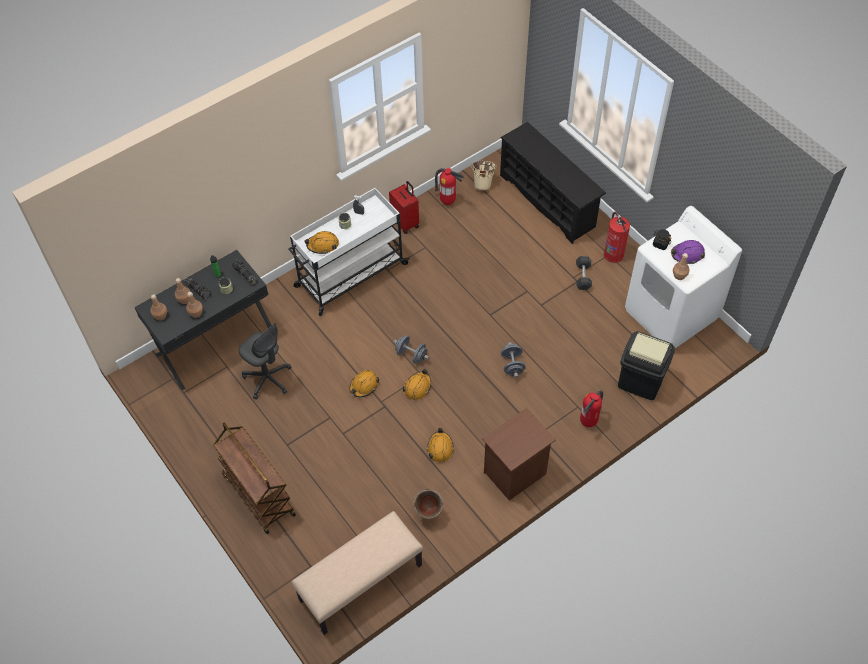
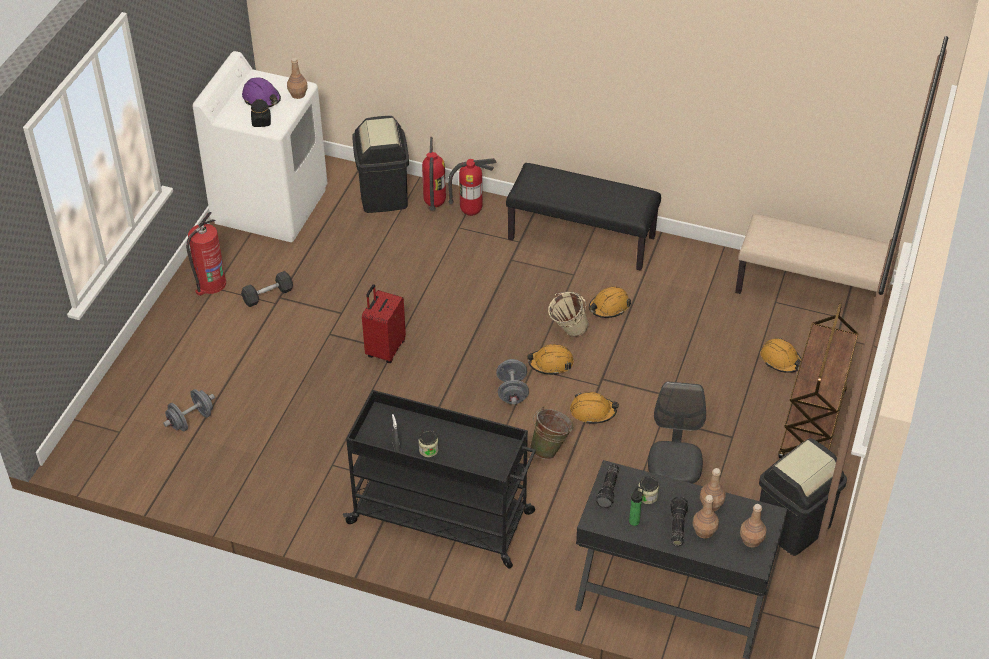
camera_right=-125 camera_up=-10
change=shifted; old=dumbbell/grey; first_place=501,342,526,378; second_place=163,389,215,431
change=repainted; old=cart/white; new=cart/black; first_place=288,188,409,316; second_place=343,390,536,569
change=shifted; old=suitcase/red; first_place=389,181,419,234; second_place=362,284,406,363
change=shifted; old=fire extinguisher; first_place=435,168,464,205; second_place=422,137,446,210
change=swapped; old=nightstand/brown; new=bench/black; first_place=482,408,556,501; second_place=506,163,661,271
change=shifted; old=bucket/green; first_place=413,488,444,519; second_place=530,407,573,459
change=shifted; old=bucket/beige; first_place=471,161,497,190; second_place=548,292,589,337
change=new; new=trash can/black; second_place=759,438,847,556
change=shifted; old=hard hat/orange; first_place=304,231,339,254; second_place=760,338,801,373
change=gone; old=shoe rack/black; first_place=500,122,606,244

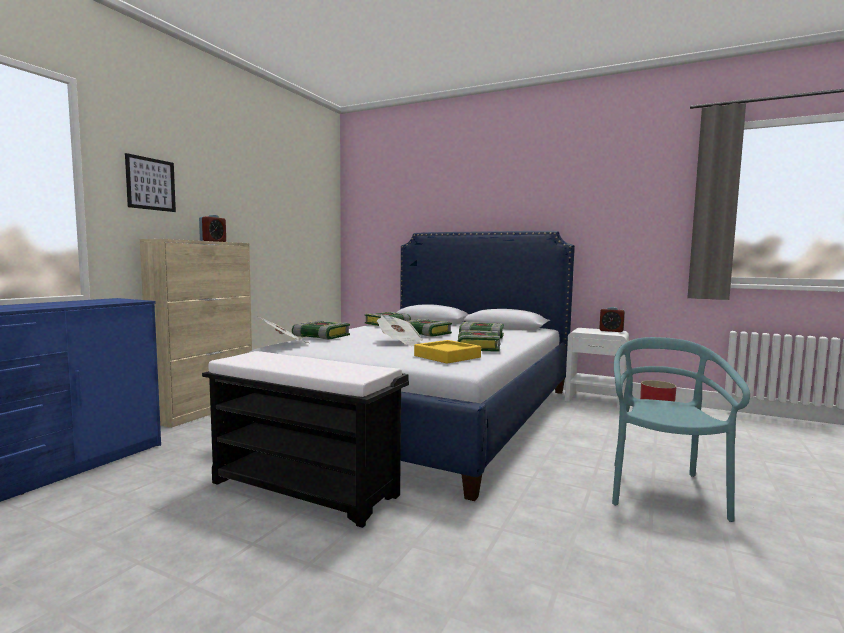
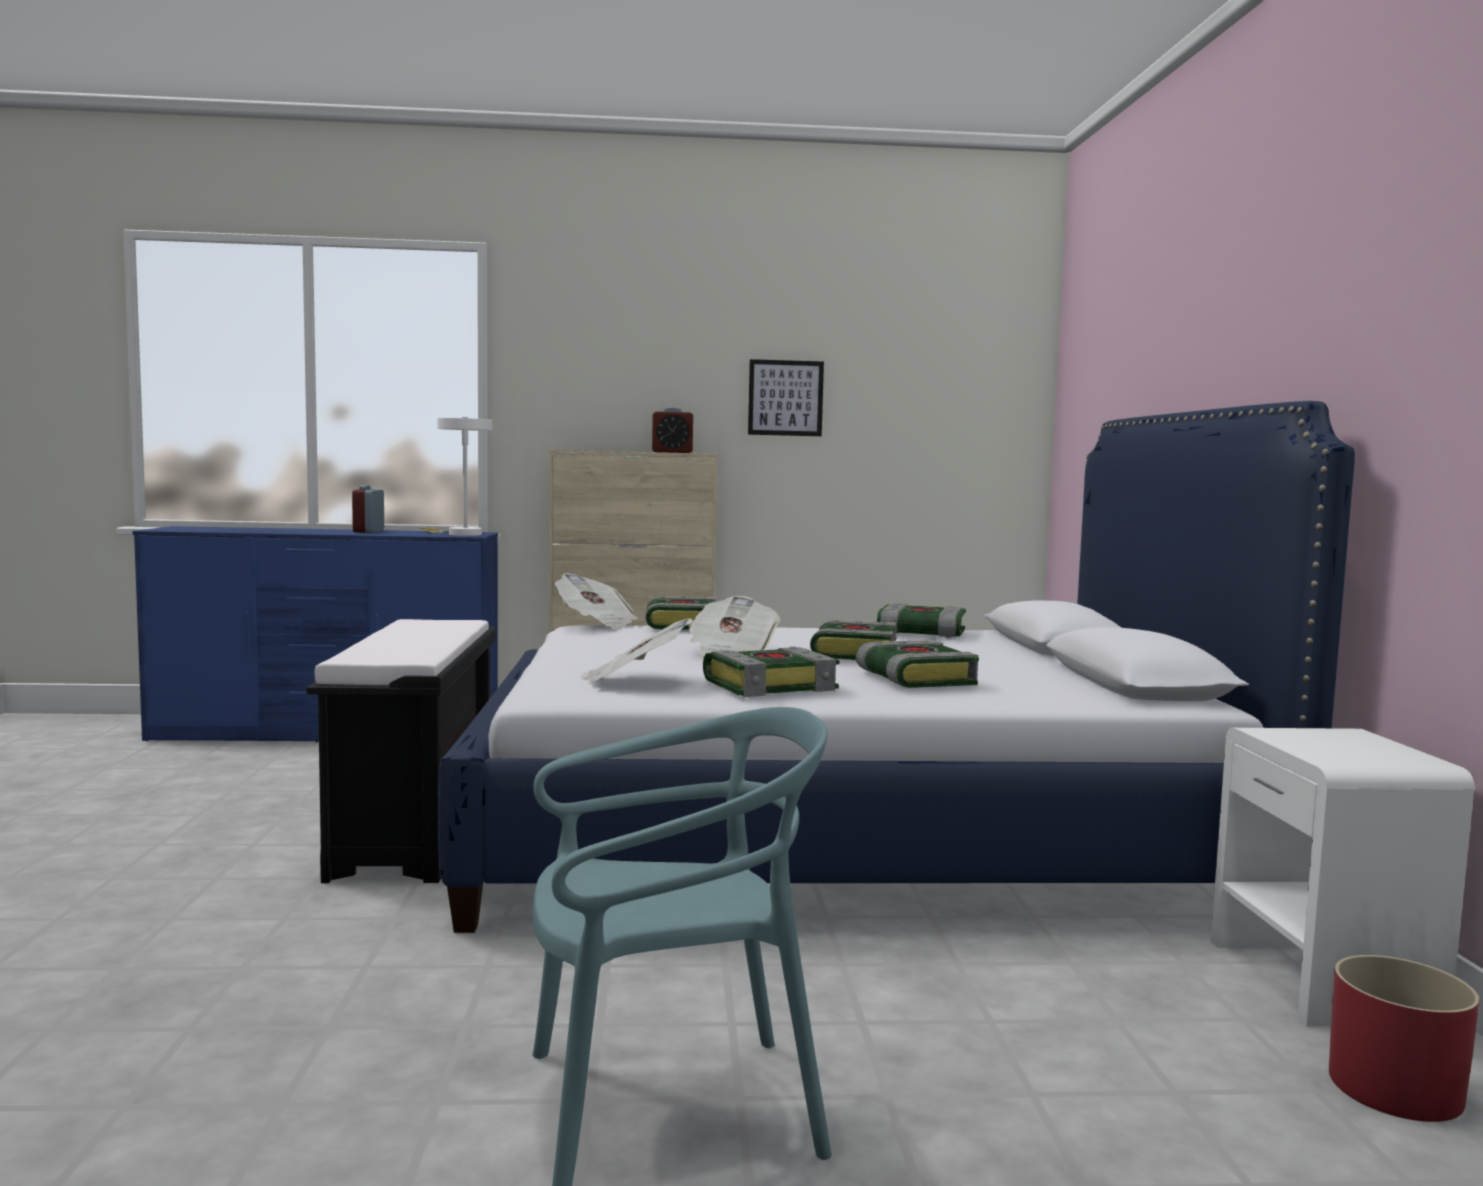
camera_right=60 camera_up=0
change=shifted; old=alarm clock; first_place=599,307,625,332; second_place=352,485,384,533
change=new; new=table lamp/white; second_place=421,417,492,536
change=swapped; old=tray/yellow; new=newspaper; first_place=414,340,481,364; second_place=580,618,693,682
change=shifted; old=picture; first_place=125,153,176,212; second_place=748,359,824,436

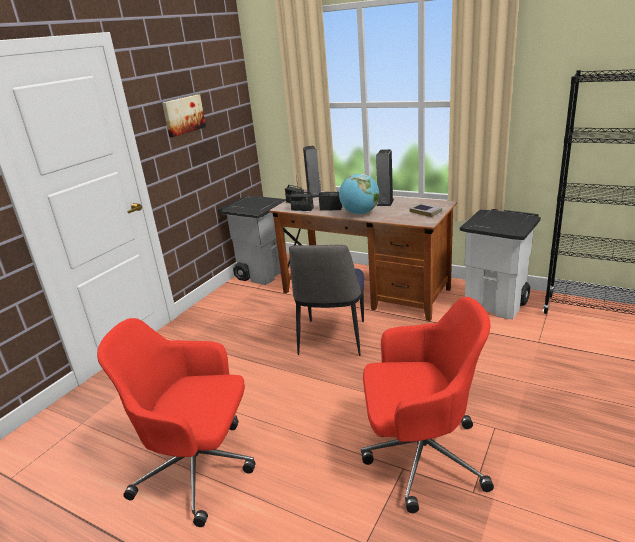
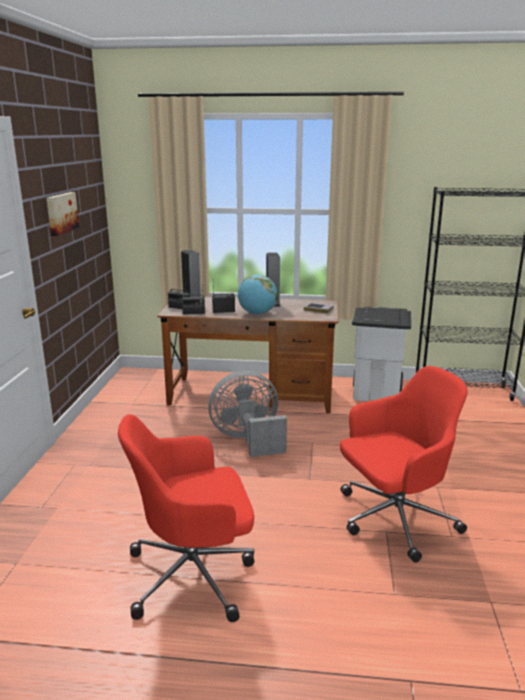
camera_right=-25 camera_up=-5
change=swapped; old=chair; new=fan/grey; first_place=289,245,364,356; second_place=208,371,287,457
change=gone; old=trash can/grey; first_place=218,196,287,285

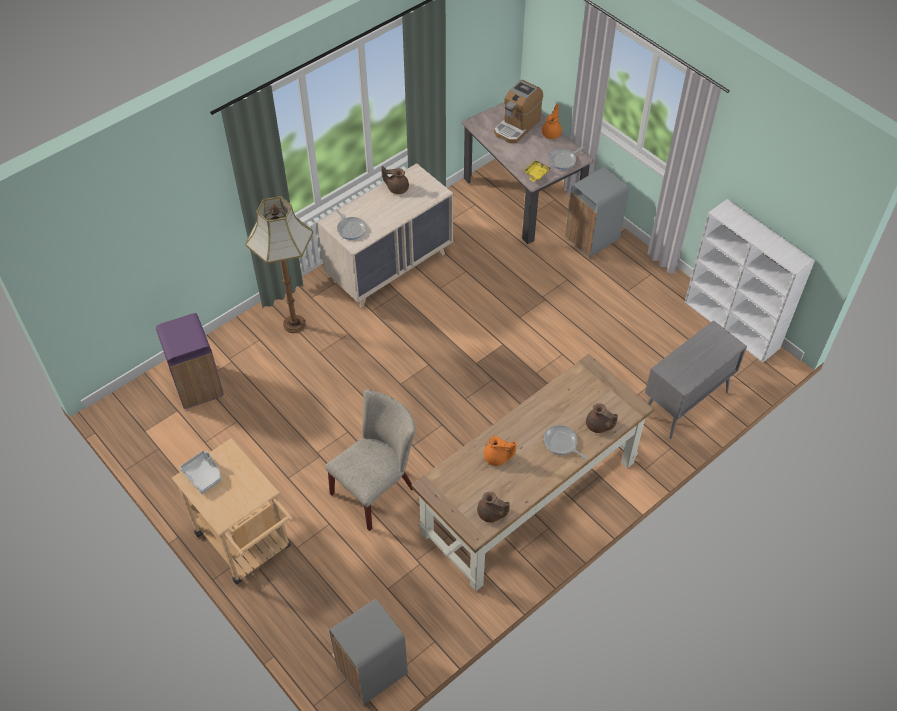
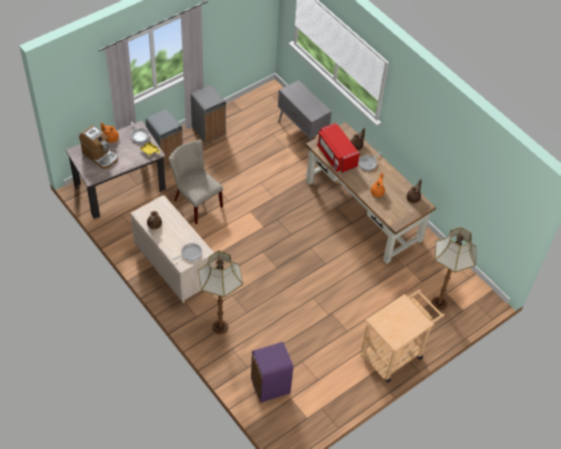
camera_right=-90 camera_up=0
change=shifted; old=chair/beige; first_place=325,389,416,531; second_place=169,140,223,224
change=shifted; old=trash can/grey; first_place=329,598,408,704; second_place=191,85,226,143
change=new; new=microwave/red; second_place=317,123,360,173
change=new; new=floor lamp; second_place=431,227,476,310
change=gone; old=tray/grey; first_place=179,451,221,494
change=gone; old=bookcase/white; first_place=685,199,815,363

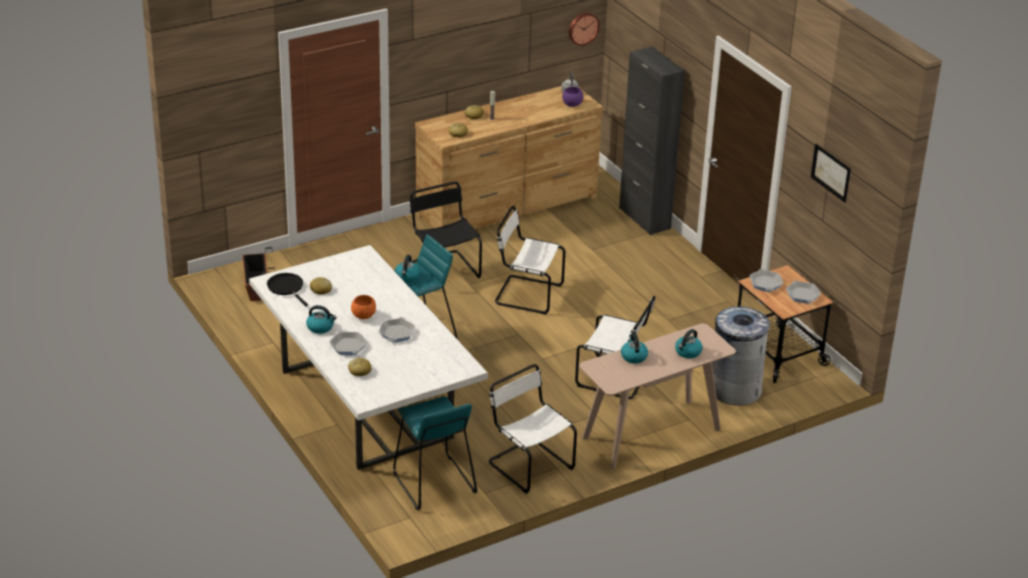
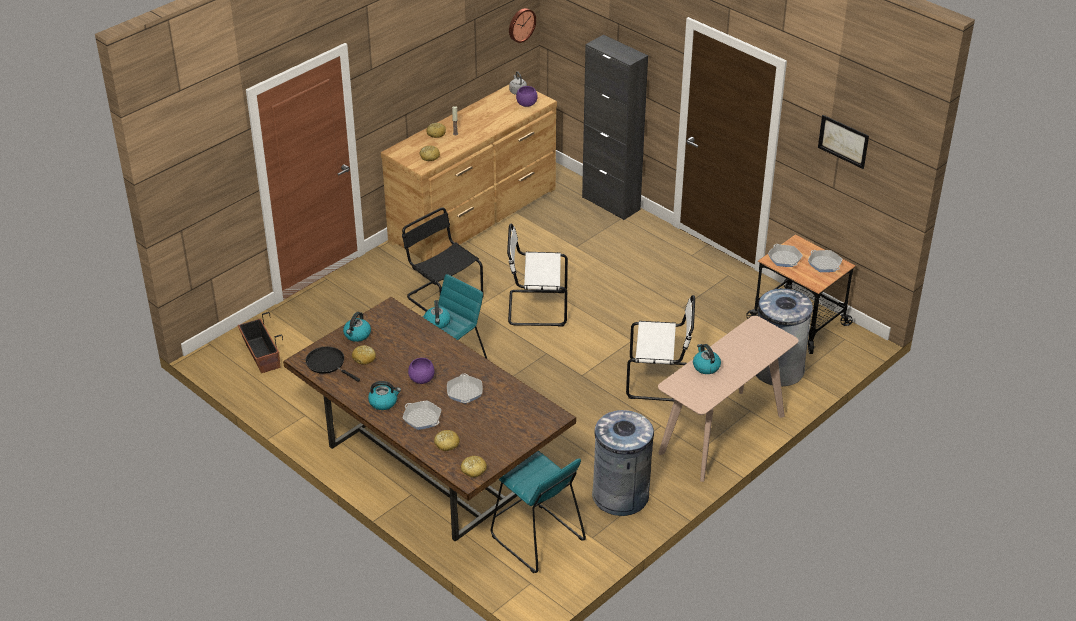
camera_right=-15 camera_up=5
change=repainted; old=dining table/white; new=dining table/brown; first_place=249,245,488,470; second_place=283,297,576,542
change=shifted; old=kettle; first_place=675,329,702,358; second_place=343,312,371,342
change=repainted; old=bowl/orange; new=bowl/purple; first_place=351,295,376,319; second_place=408,358,435,384
change=new; new=bread; second_place=461,456,487,477
change=swapped; old=chair/white; new=trash can/grey; first_place=489,364,577,494; second_place=592,410,654,516

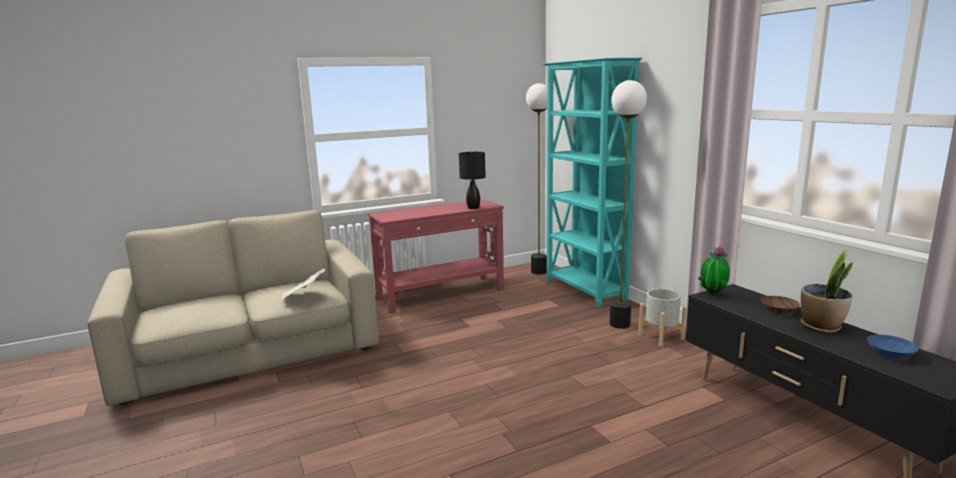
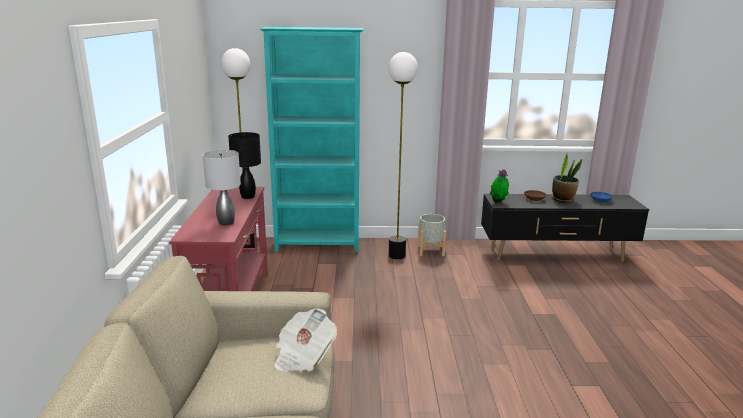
camera_right=-65 camera_up=5
change=new; new=table lamp/grey; second_place=203,150,241,225

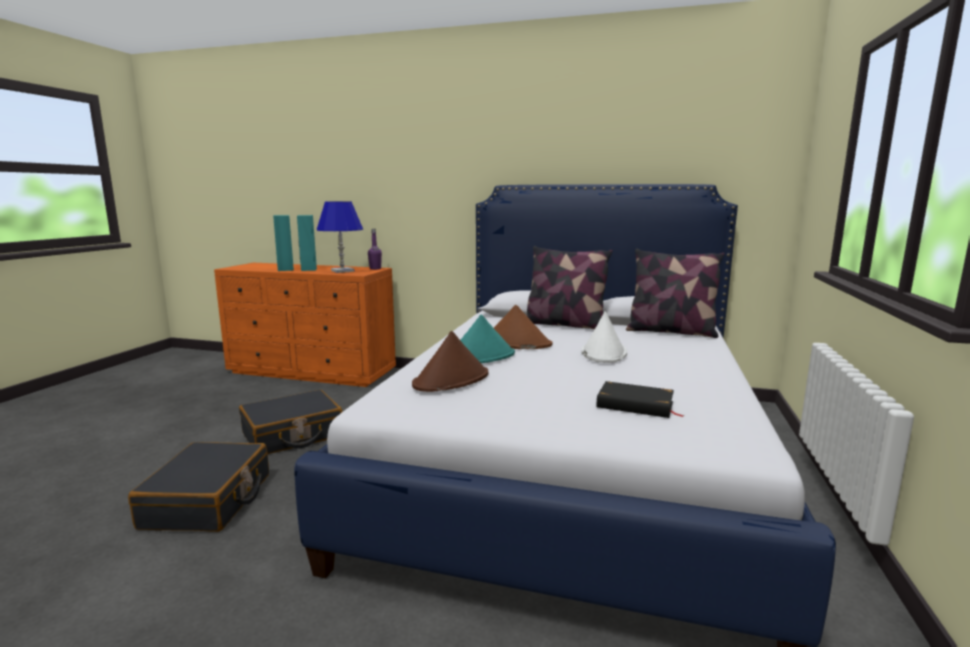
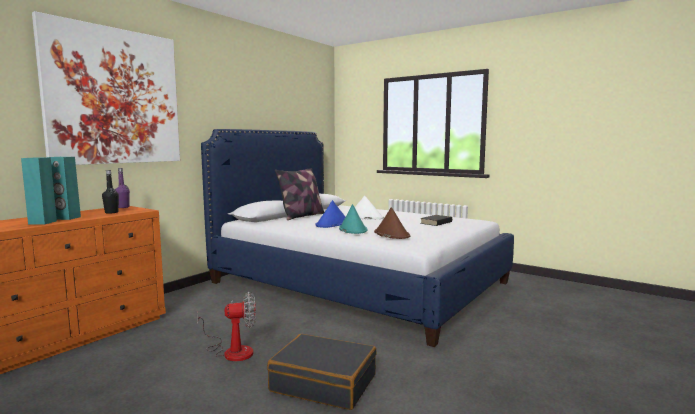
camera_right=-70 camera_up=-5
change=new; new=picture; second_place=32,11,180,165
change=swapped; old=table lamp/blue; new=bottle/black; first_place=317,201,363,273; second_place=102,170,119,214
change=swapped; old=suitcase/black; new=fan; first_place=239,390,343,454; second_place=197,292,256,361
change=repainted; old=hat/brown; new=hat/blue; first_place=494,305,553,349; second_place=315,200,345,228
change=gone; old=pillow; first_place=626,248,724,338

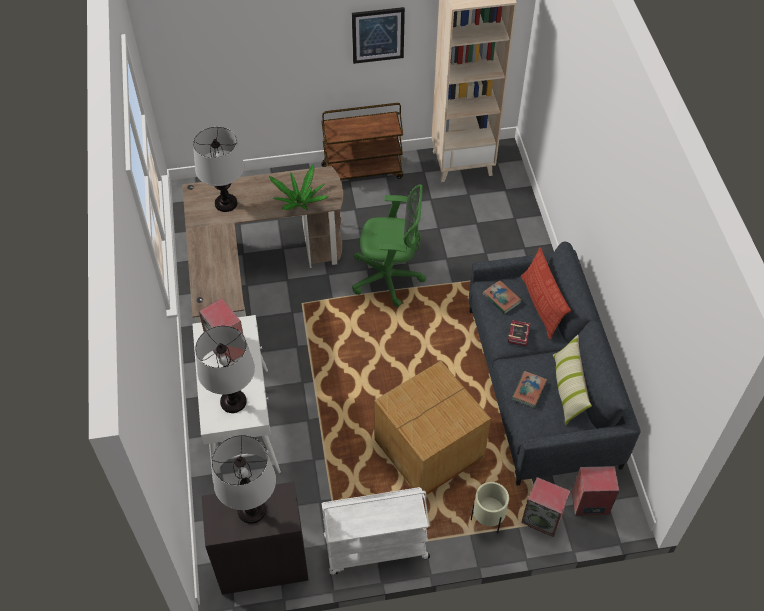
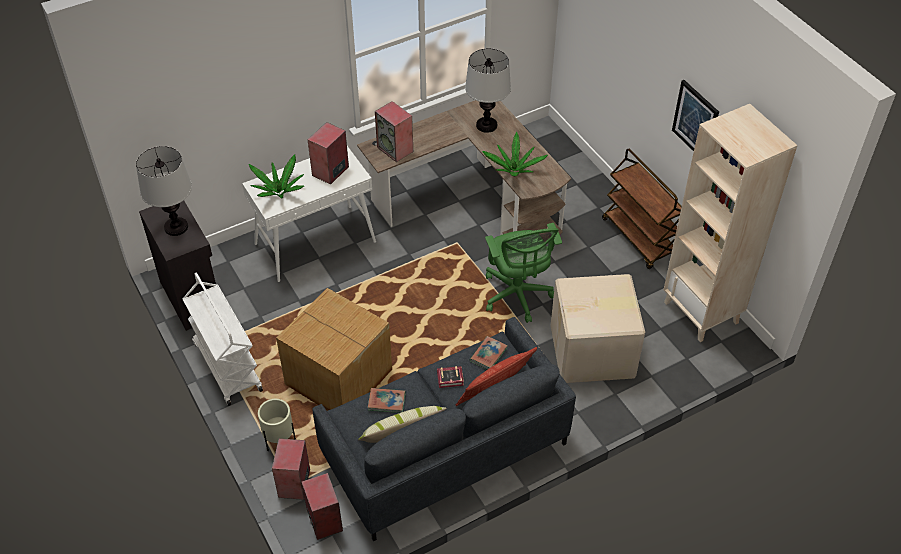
camera_right=70 camera_up=-5
change=swapped; old=table lamp; new=potted plant; first_place=195,326,255,413; second_place=249,154,304,198
change=new; new=speaker; second_place=375,101,413,162
change=new; new=cardboard box; second_place=551,274,645,383

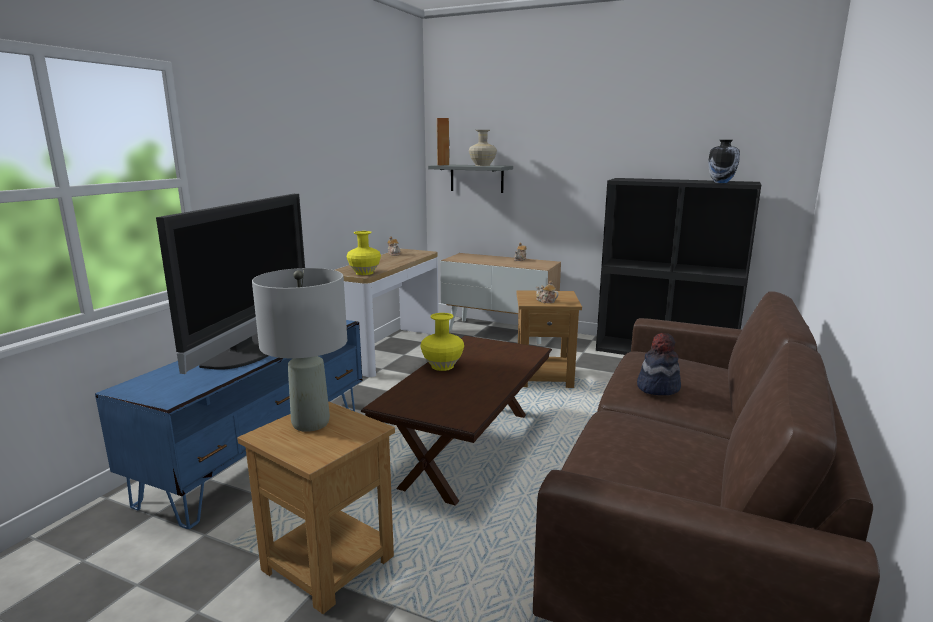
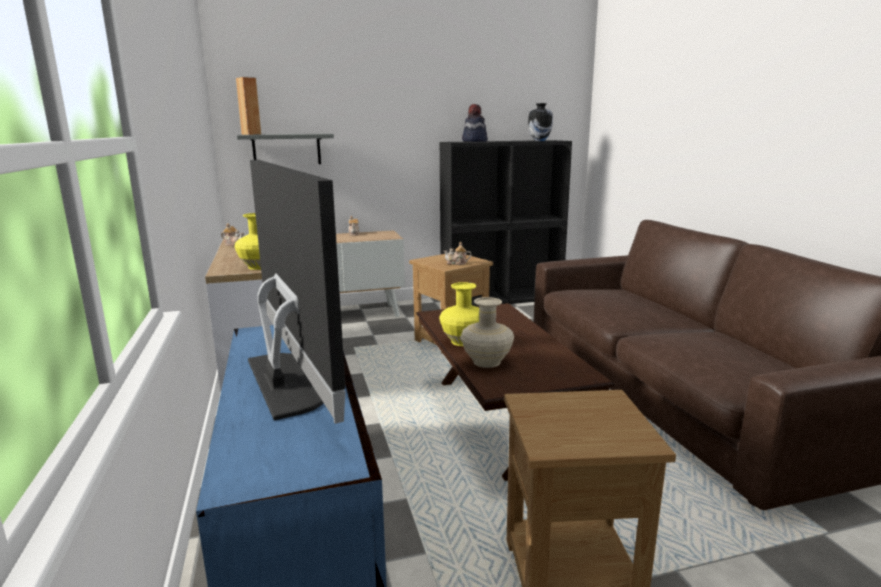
camera_right=-40 camera_up=0
change=shifted; old=vase/beige; first_place=469,130,497,166; second_place=461,297,514,368
change=shifted; old=hat; first_place=637,333,681,395; second_place=462,104,488,142
change=gone; old=table lamp/grey; first_place=252,268,347,432

